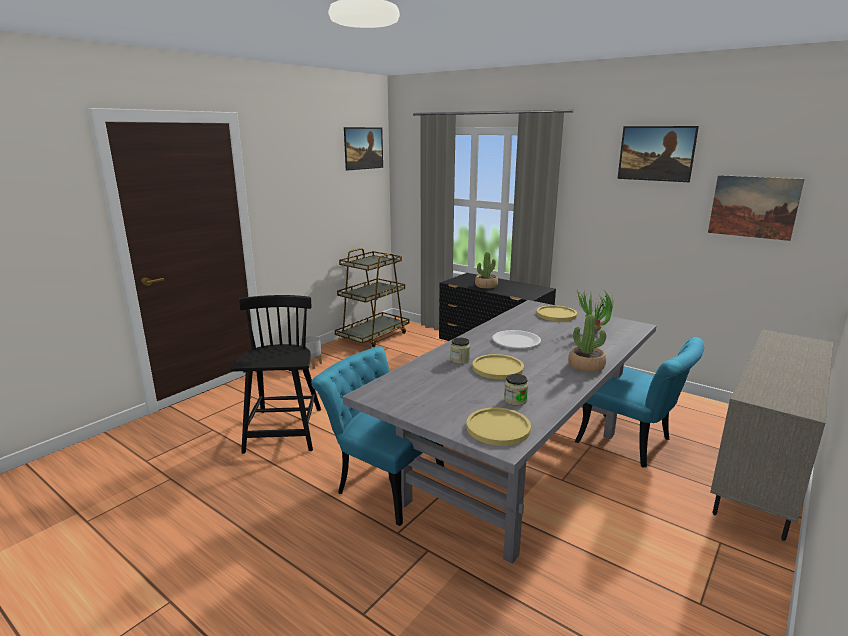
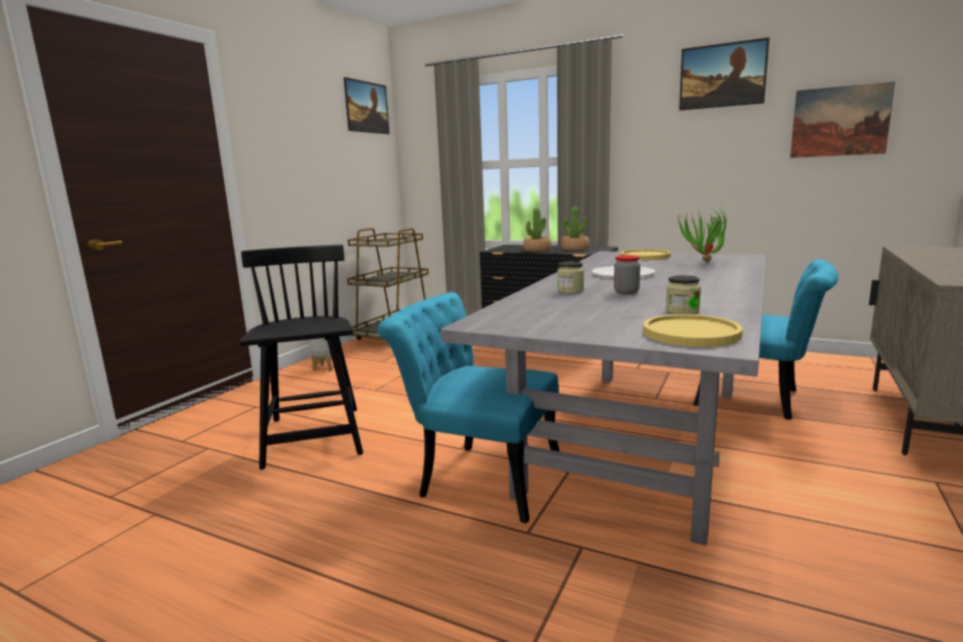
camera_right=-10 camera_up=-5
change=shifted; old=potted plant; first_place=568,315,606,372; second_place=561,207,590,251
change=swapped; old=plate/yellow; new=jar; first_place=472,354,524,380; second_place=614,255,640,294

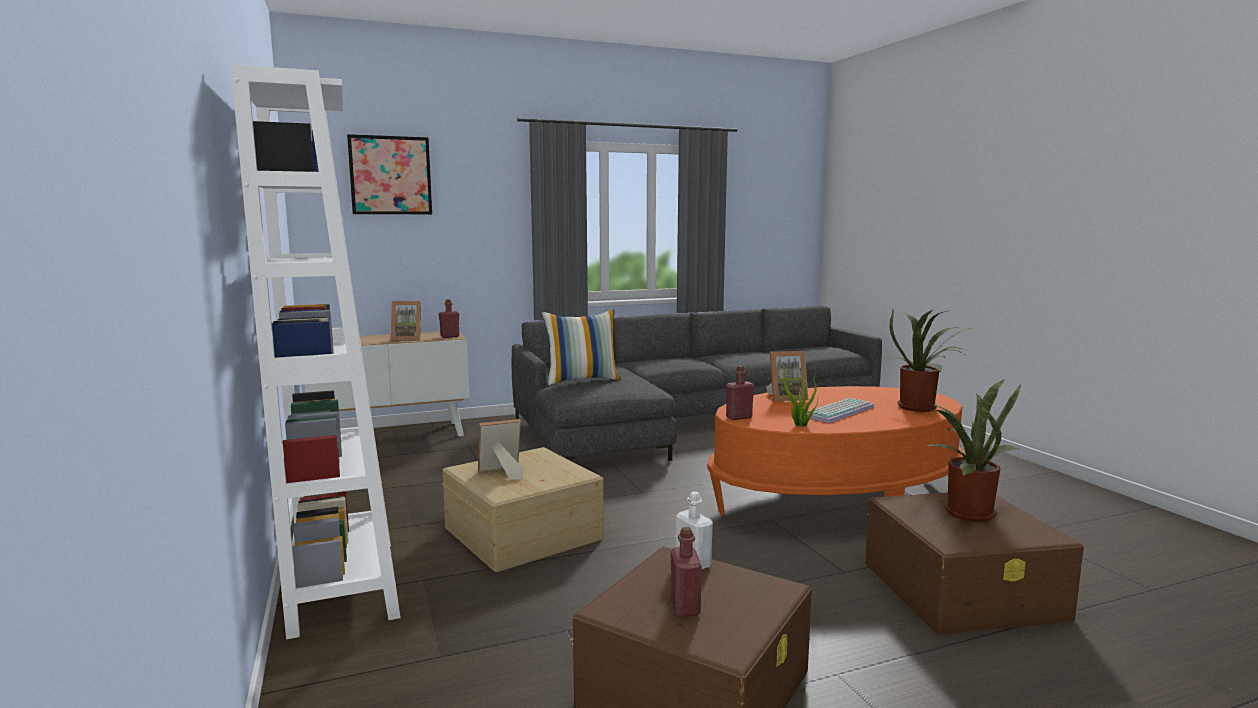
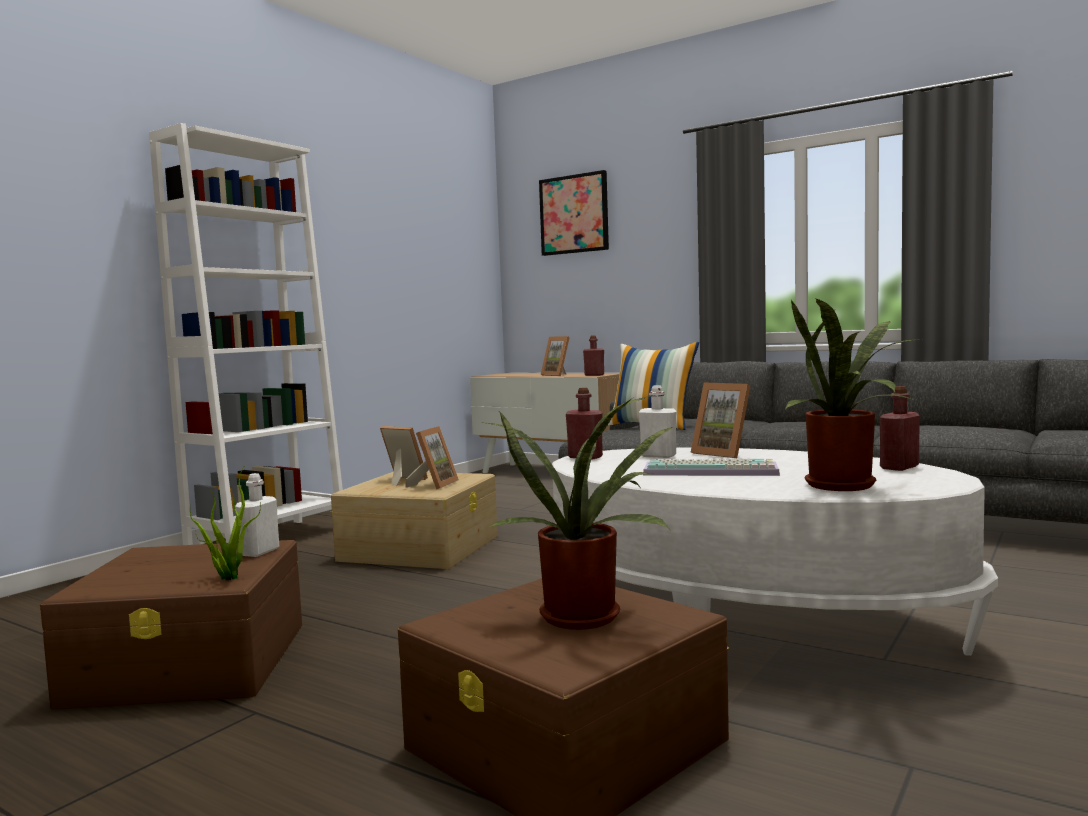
camera_right=55 camera_up=-5
change=shifted; old=potted plant; first_place=780,359,819,426; second_place=190,465,261,580
change=new; new=picture frame; second_place=405,426,459,490
change=repainted; old=coffee table/orange; new=coffee table/white; first_place=707,386,965,516; second_place=552,447,998,656
change=new; new=bottle/white; second_place=639,385,676,458
change=shifted; old=bottle/red; first_place=670,527,702,617; second_place=880,386,920,471

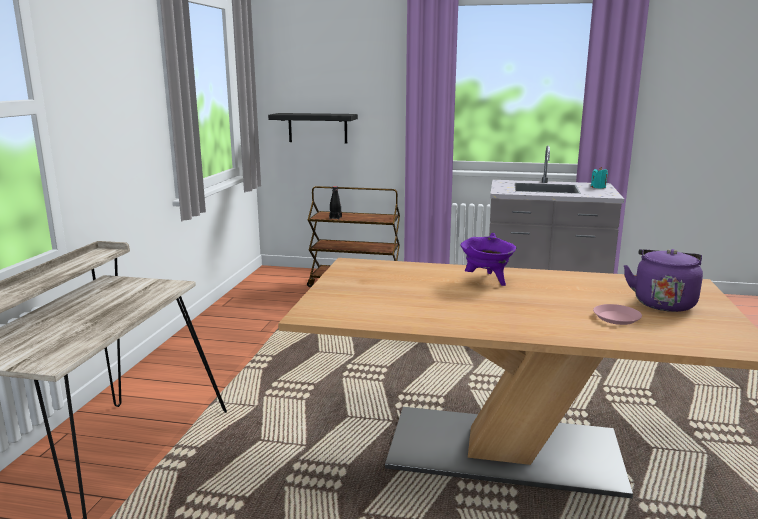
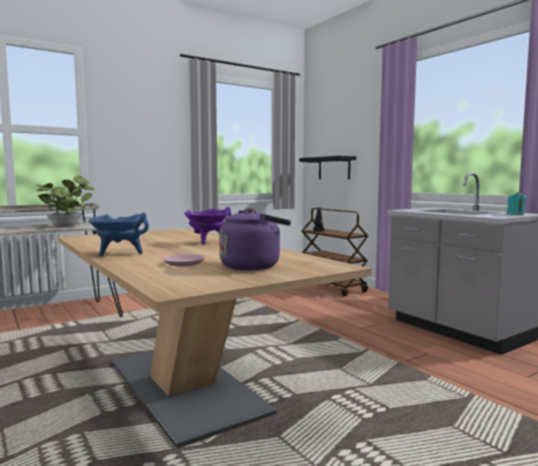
camera_right=45 camera_up=-10
change=new; new=potted plant; second_place=36,176,95,227
change=new; new=cooking pot/blue; second_place=88,212,149,256

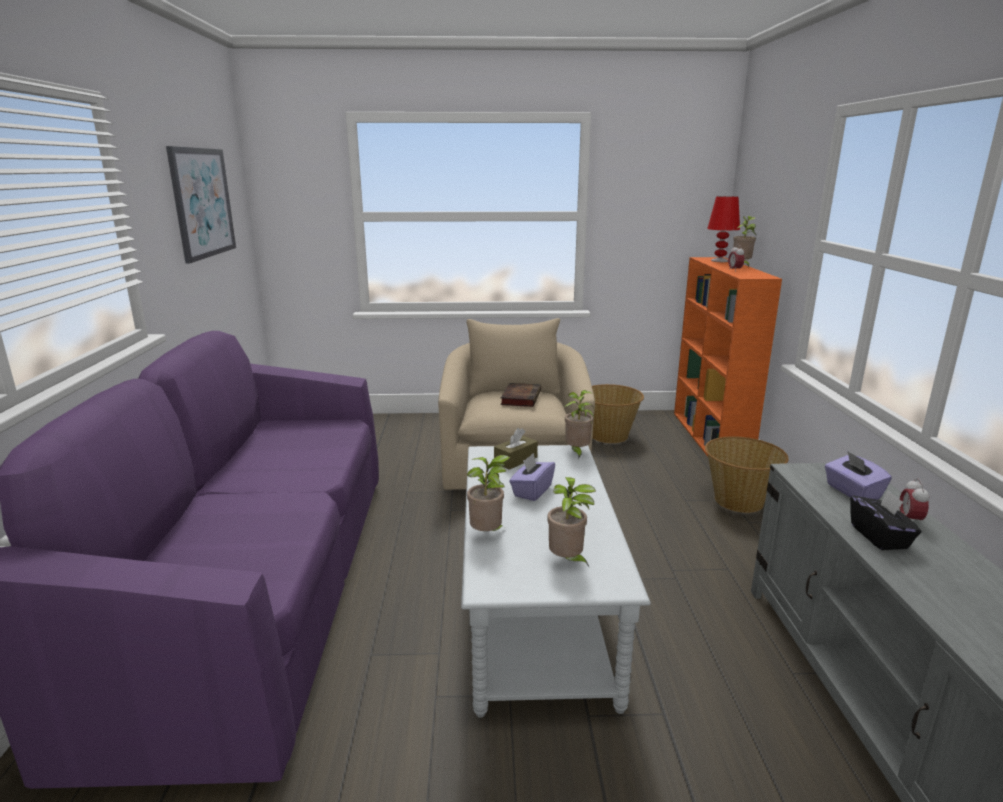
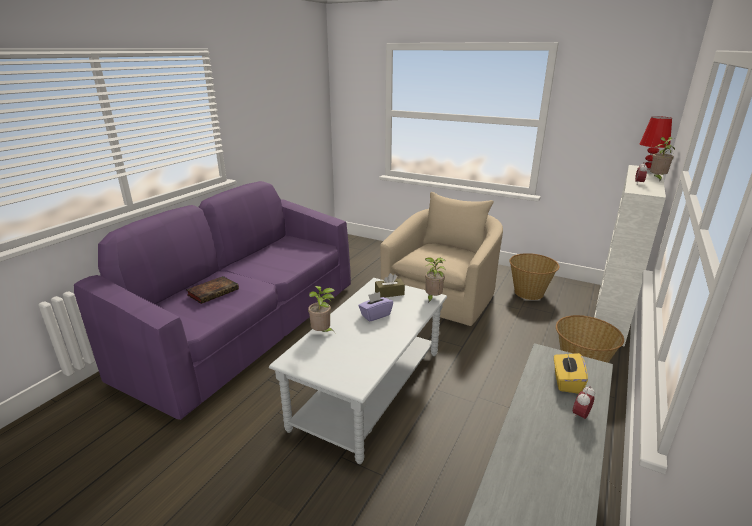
camera_right=30 camera_up=5
change=shifted; old=book; first_place=500,383,541,407; second_place=186,276,239,304
change=repainted; old=tissue box/purple; new=tissue box/yellow; first_place=825,451,892,500; second_place=554,350,588,394
change=repainted; old=bookcase/orange; new=bookcase/white; first_place=674,257,782,457; second_place=594,165,666,347
change=gone; old=picture; first_place=166,146,236,264
change=gone; old=potted plant; first_place=547,477,596,567
change=gone; old=tissue box/black; first_place=850,490,921,550

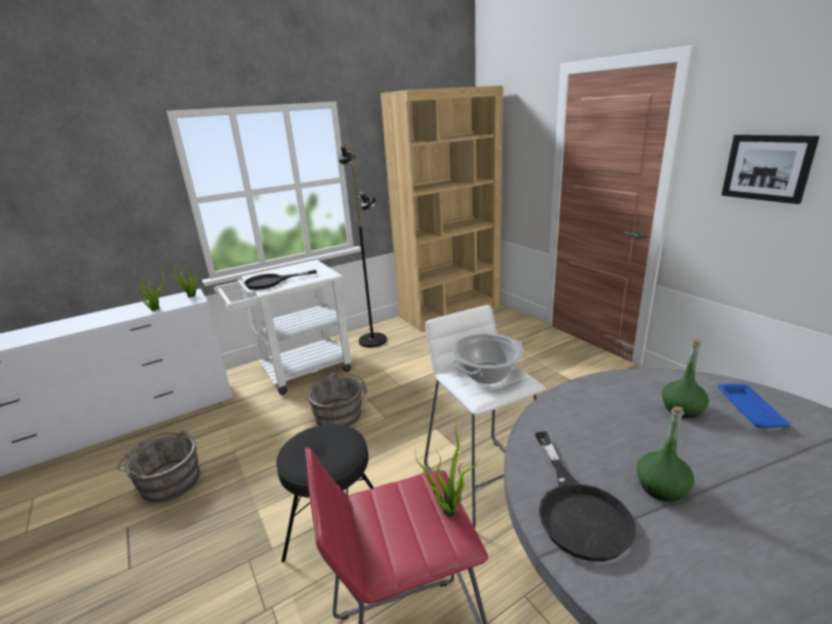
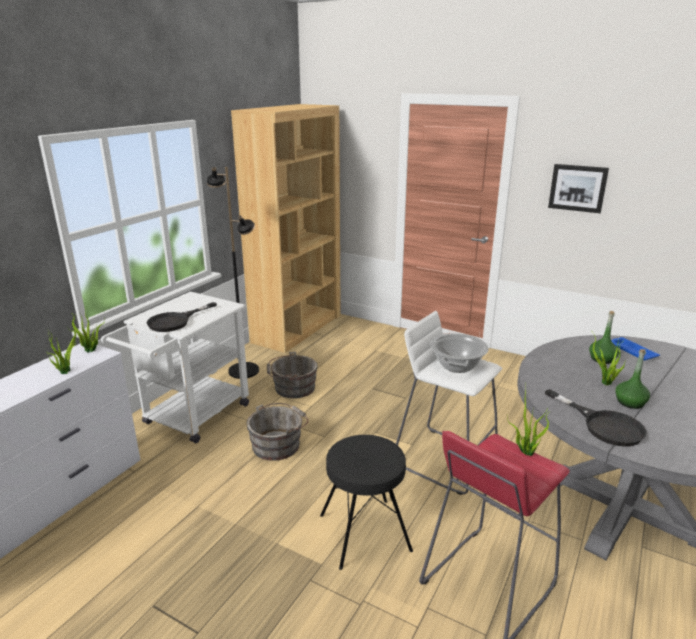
camera_right=-30 camera_up=0
change=shifted; old=bucket/grey; first_place=117,430,200,502; second_place=267,352,317,398
change=new; new=potted plant; second_place=593,333,625,385

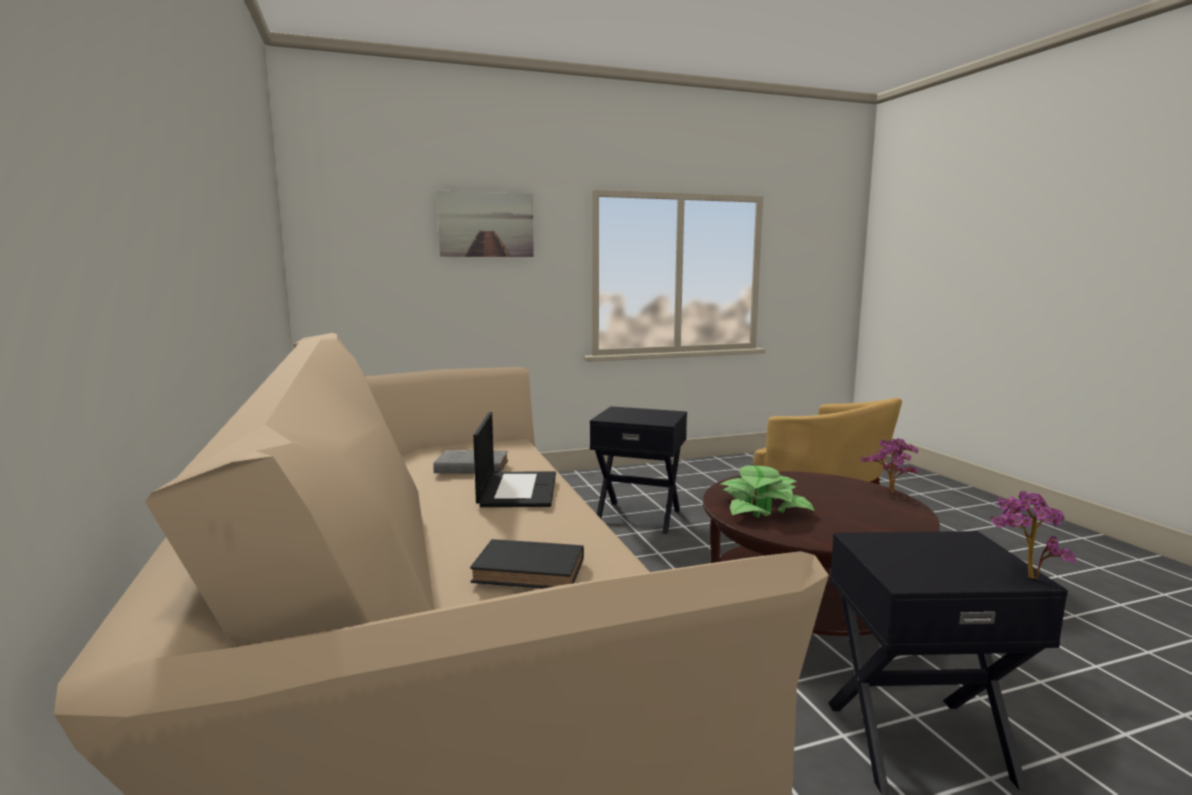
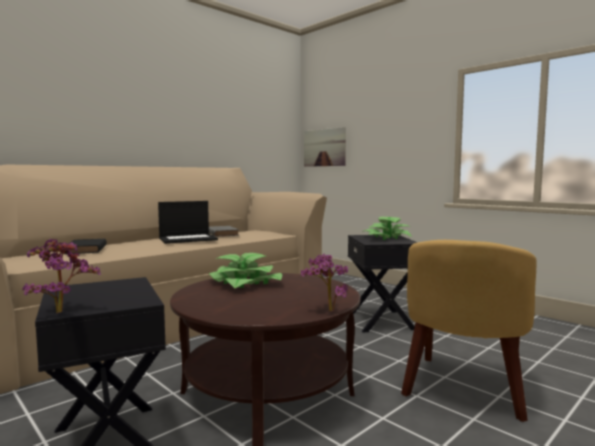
camera_right=65 camera_up=-5
change=shifted; old=picture; first_place=437,190,534,257; second_place=304,127,346,167
change=new; new=potted plant; second_place=362,217,412,240

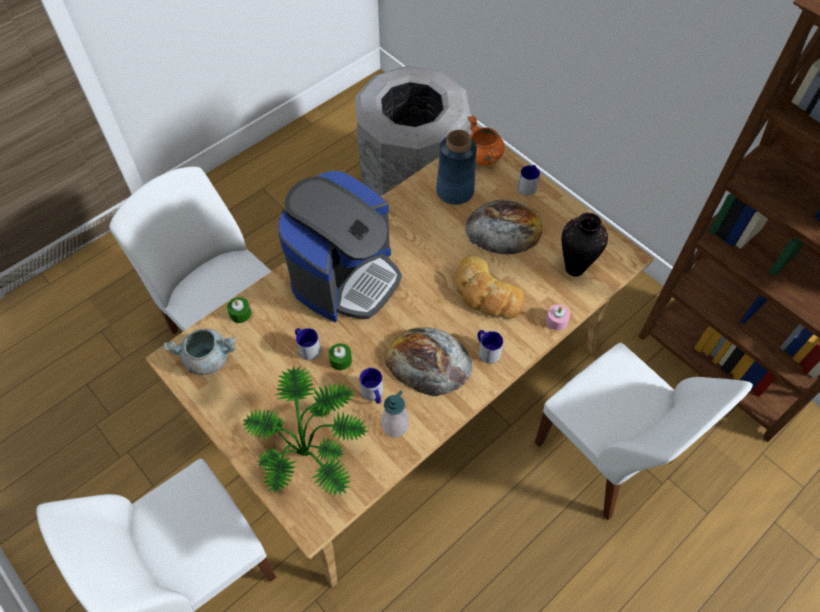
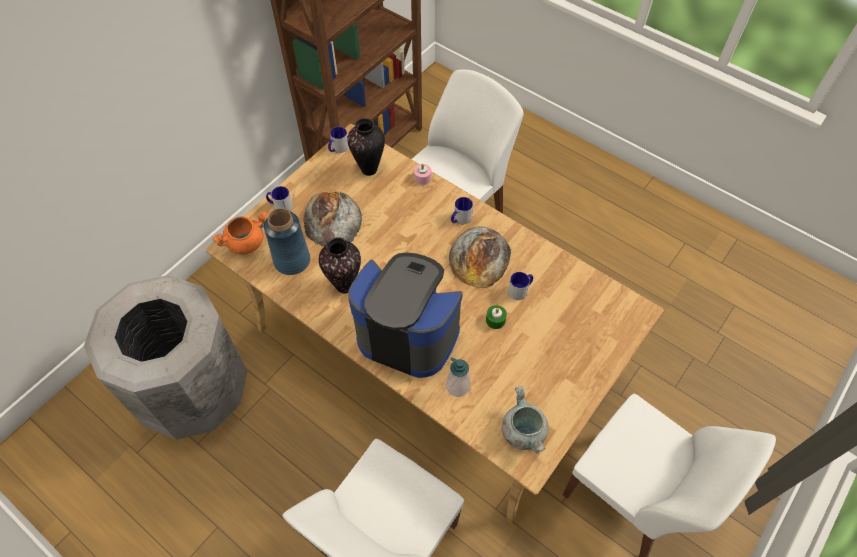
camera_right=-100 camera_up=0
change=new; new=vase; second_place=319,237,361,293
change=shifted; old=mug; first_place=295,328,321,360; second_place=328,127,349,153
change=shifted; old=soap dispenser; first_place=382,390,409,437; second_place=446,357,470,397
change=gone; old=candle/green; first_place=227,297,251,323
change=gone; old=potted plant; first_place=243,366,368,497
change=gone; old=bread; first_place=455,256,525,319

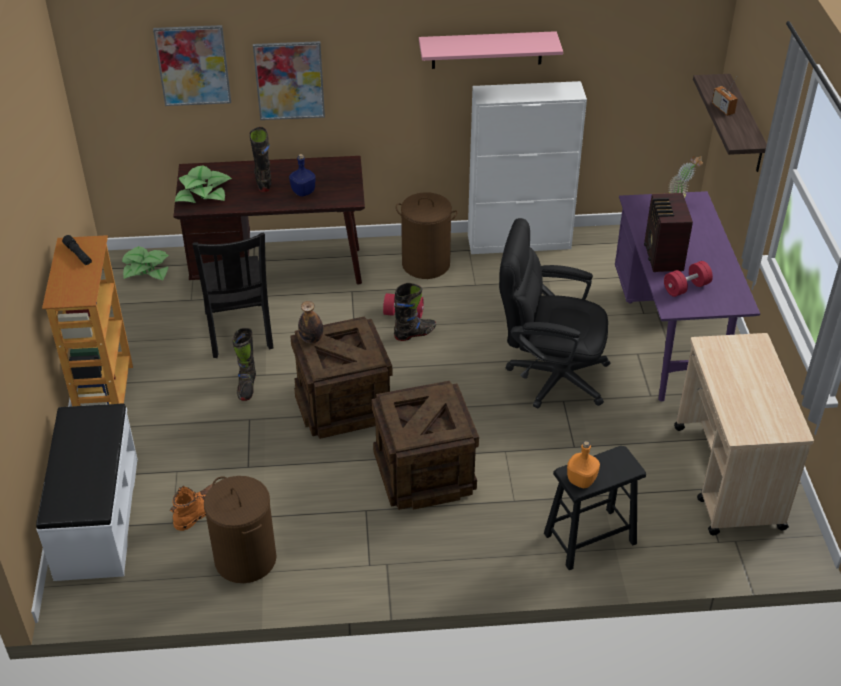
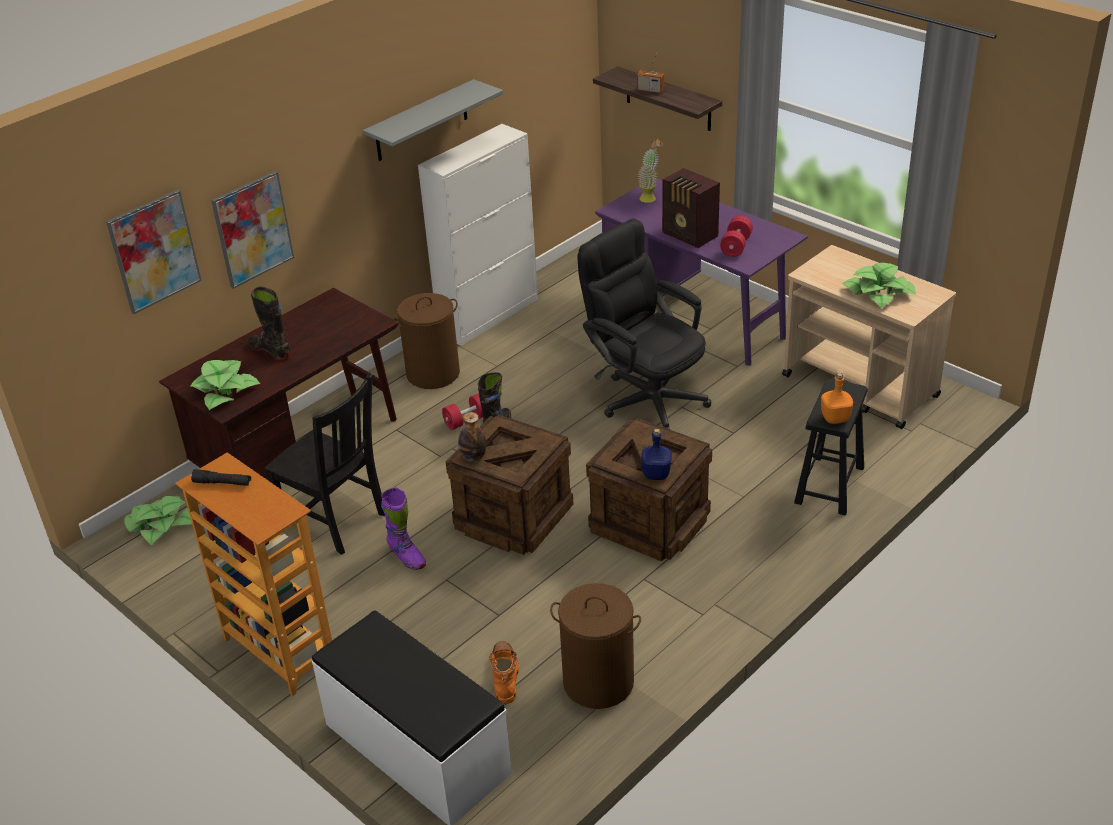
camera_right=-40 camera_up=-5
change=repainted; old=shelf/pink; new=shelf/grey; first_place=419,31,563,69; second_place=363,79,503,161
change=repainted; old=boot/black; new=boot/purple; first_place=232,328,256,401; second_place=381,487,426,570
change=rotated; old=office chair/black; first_place=499,218,610,409; second_place=577,219,711,430; degrees=75
change=shifted; old=bottle/blue; first_place=289,154,316,196; second_place=641,429,672,480
change=new; new=potted plant; second_place=842,263,916,308

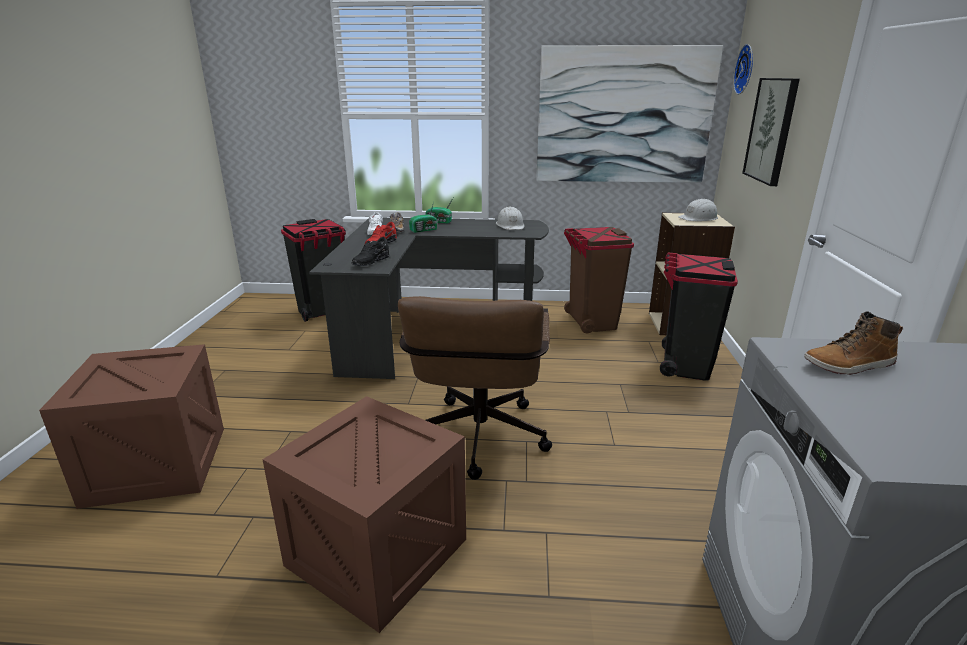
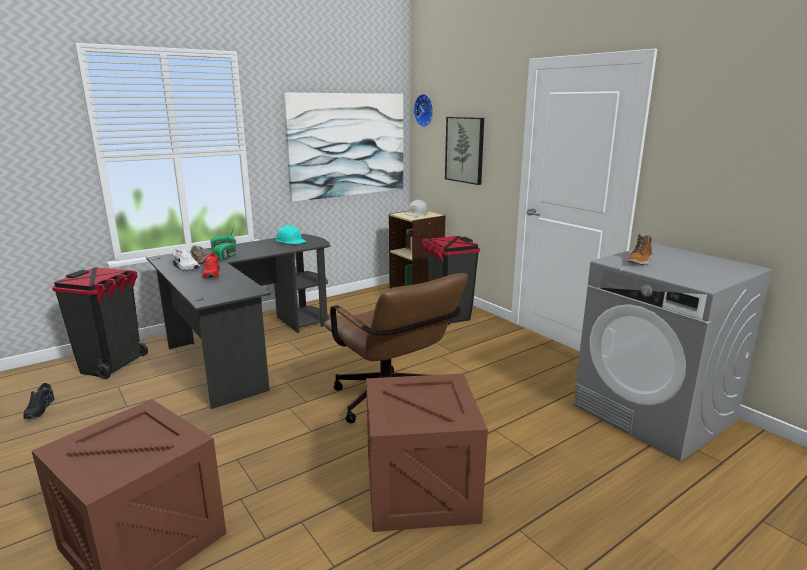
camera_right=-40 camera_up=-5
change=shifted; old=shoe/black; first_place=352,237,389,266; second_place=23,383,55,419
change=repainted; old=hard hat/white; new=hard hat/turquoise; first_place=496,207,524,230; second_place=276,225,306,244
change=gone; old=trash can/brown; first_place=564,227,634,333

